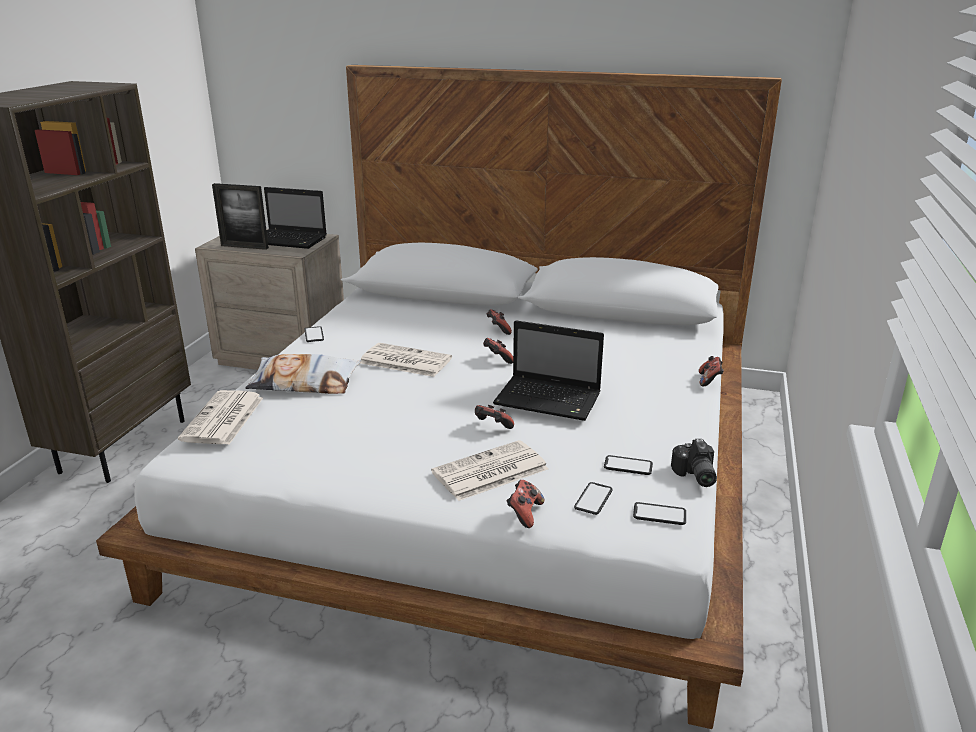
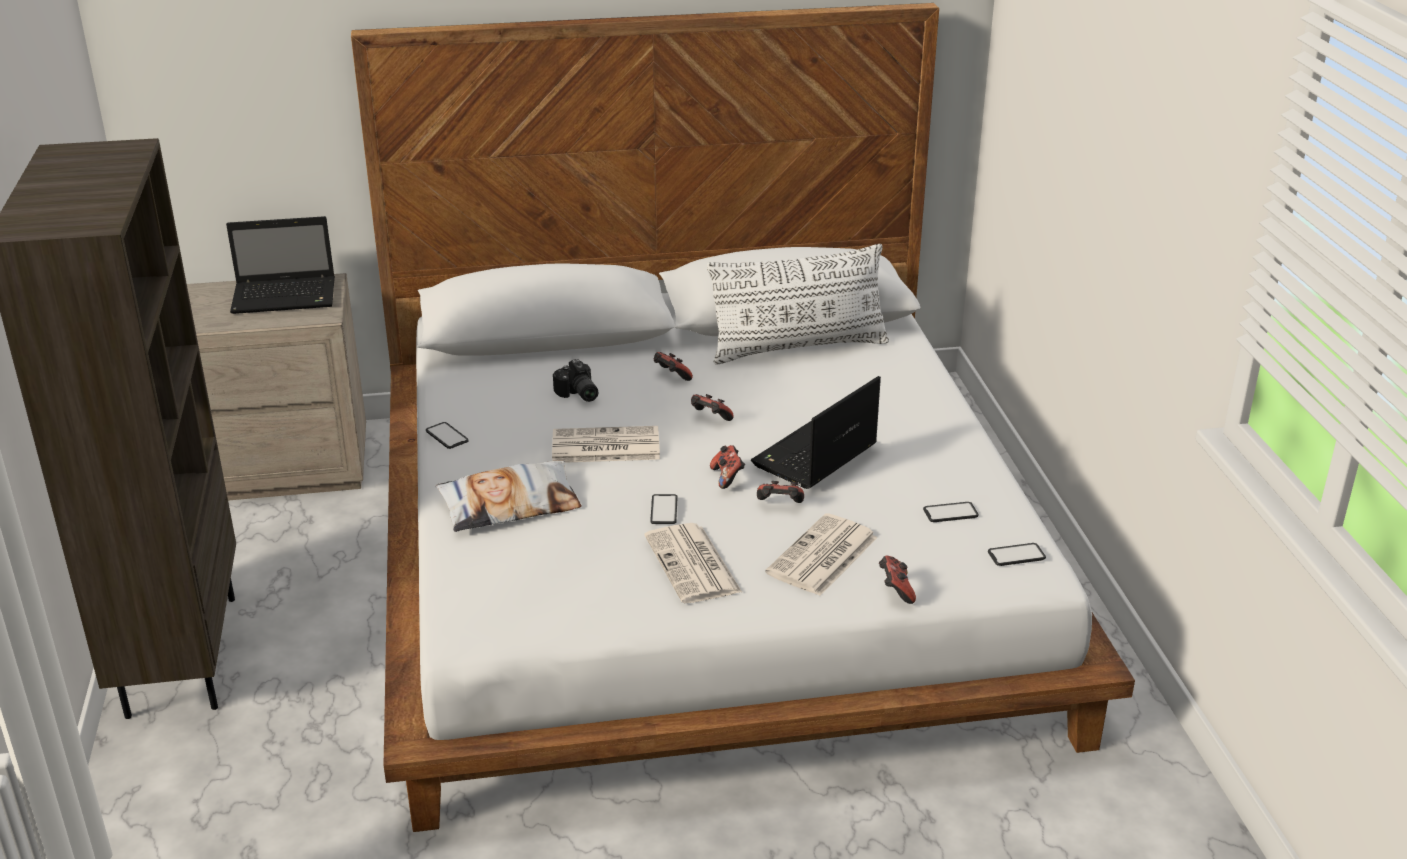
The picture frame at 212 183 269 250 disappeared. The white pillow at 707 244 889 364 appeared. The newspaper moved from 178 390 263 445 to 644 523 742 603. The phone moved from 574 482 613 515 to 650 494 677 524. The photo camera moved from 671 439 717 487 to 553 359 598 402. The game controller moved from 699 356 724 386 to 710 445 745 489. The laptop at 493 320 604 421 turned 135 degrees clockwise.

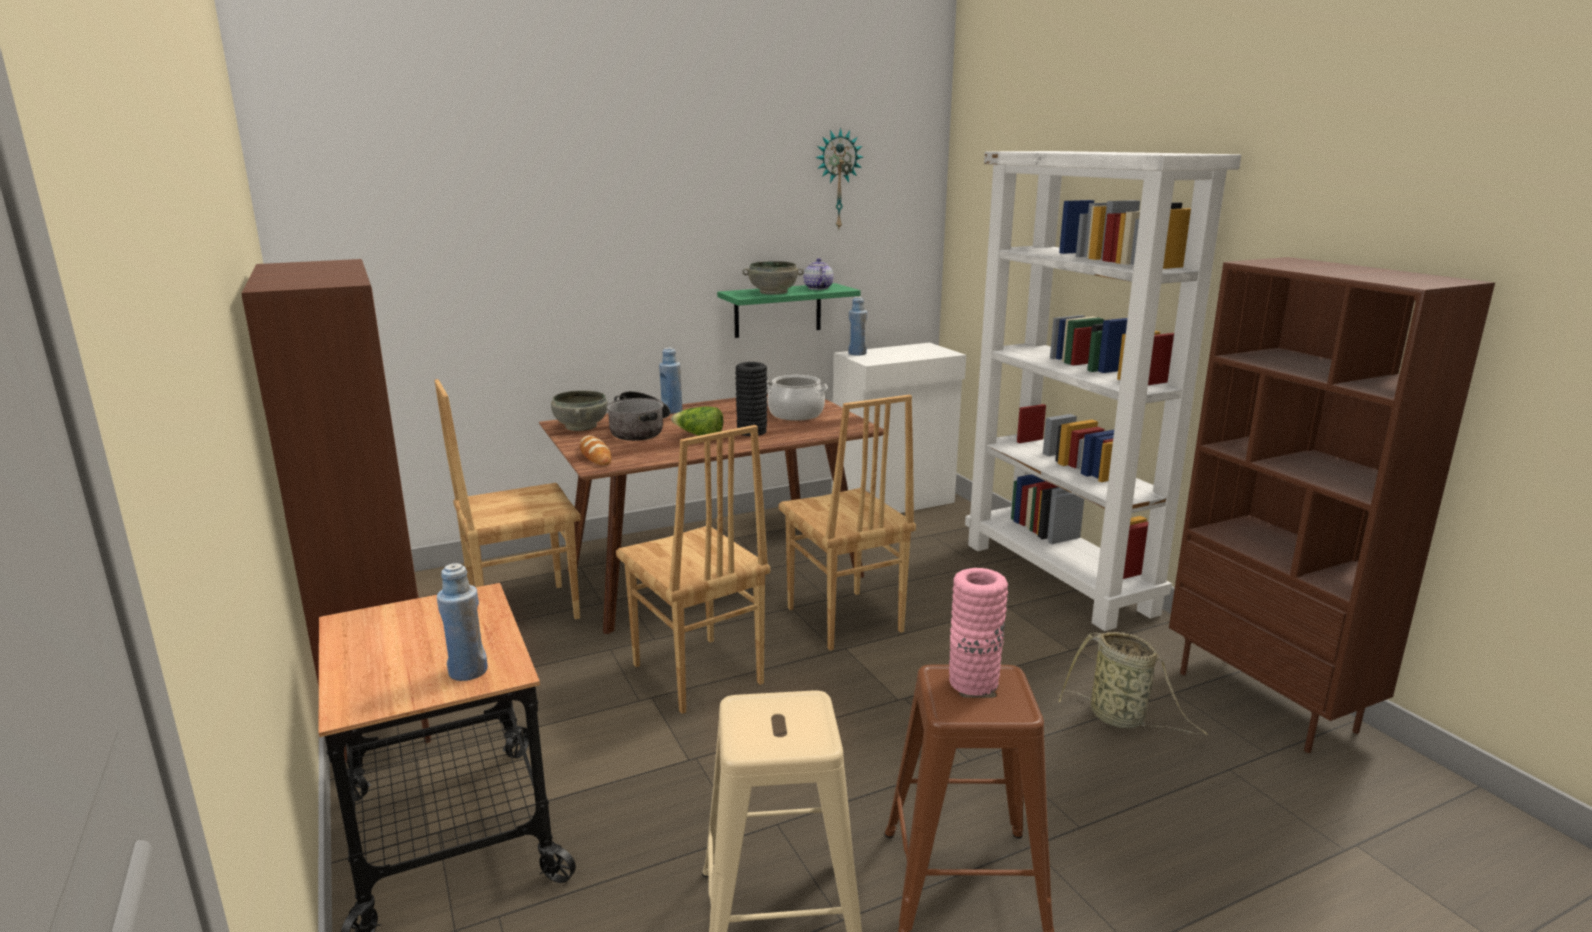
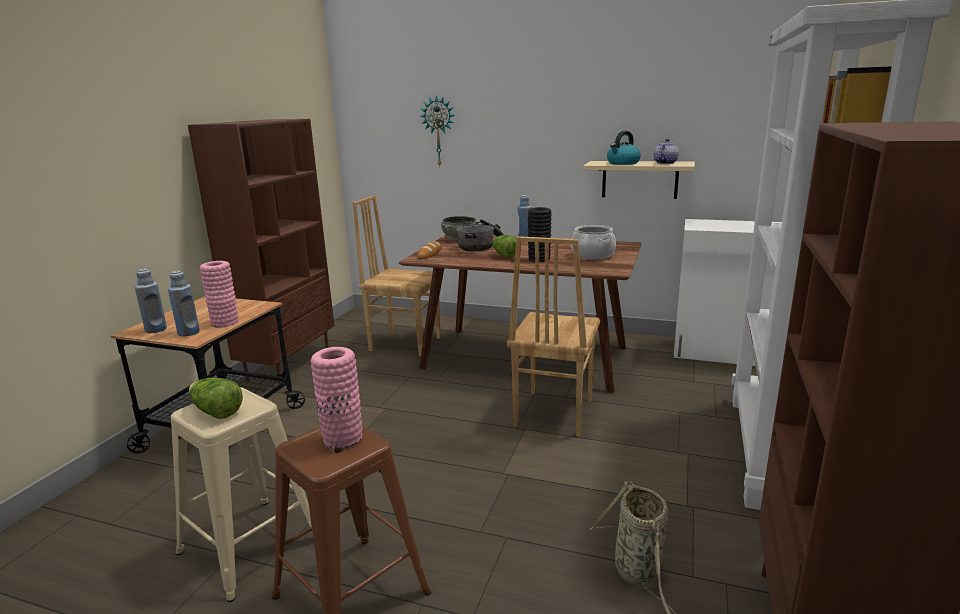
The brown chair at 616 425 770 714 disappeared. The lettuce at 189 378 243 419 appeared. The pink vase at 200 261 239 328 appeared. The wall clock moved from 815 128 863 231 to 420 95 455 166. The blue bottle moved from 848 297 867 356 to 135 269 167 333. The grey bowl at 742 261 804 295 was replaced by the kettle at 607 131 641 165. The green shelf at 717 283 861 338 became the beige shelf at 583 161 695 199.

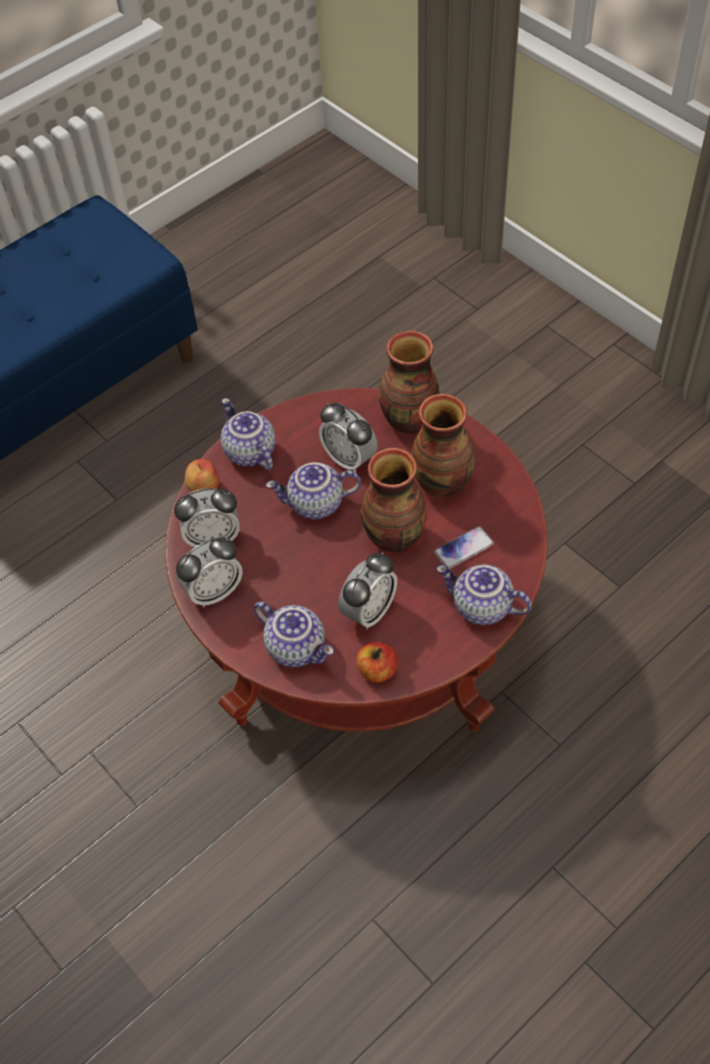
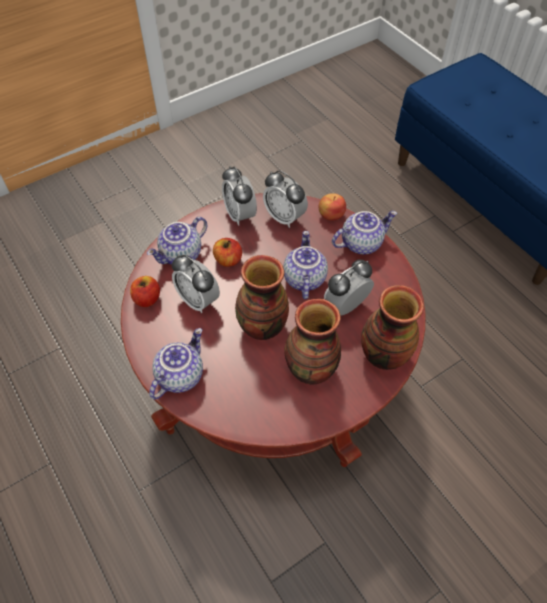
The phone at 434 526 494 569 disappeared. The apple at 213 238 242 267 appeared. The alarm clock at 174 488 240 548 turned 45 degrees counterclockwise.

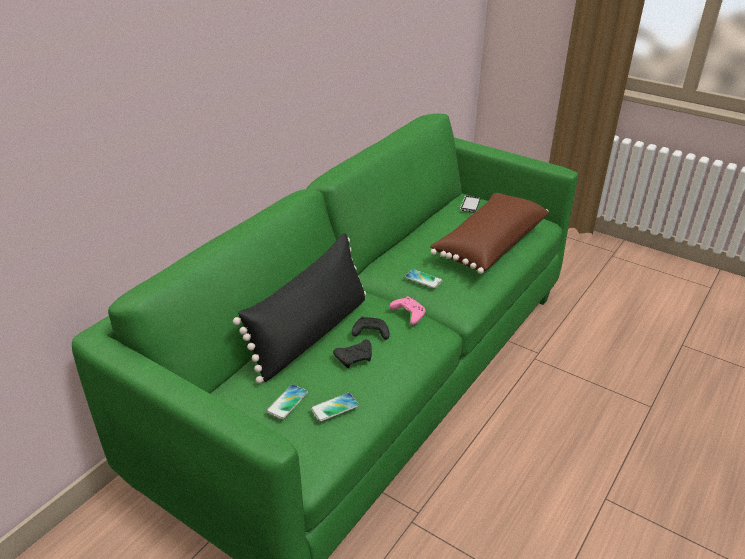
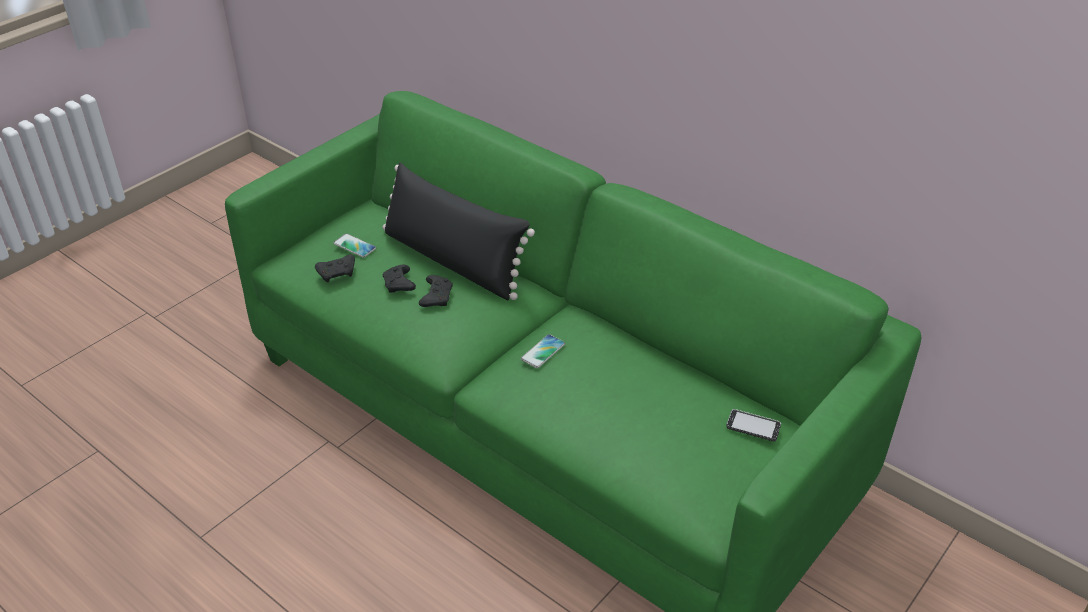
The pink game controller at 389 296 426 325 disappeared. The brown pillow at 430 193 549 274 disappeared. The phone at 311 392 359 422 was replaced by the black game controller at 315 255 355 283.

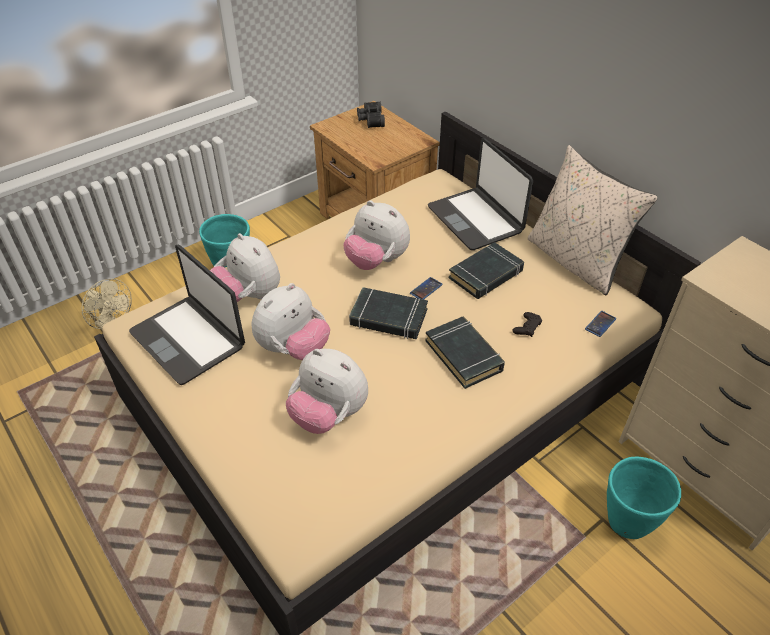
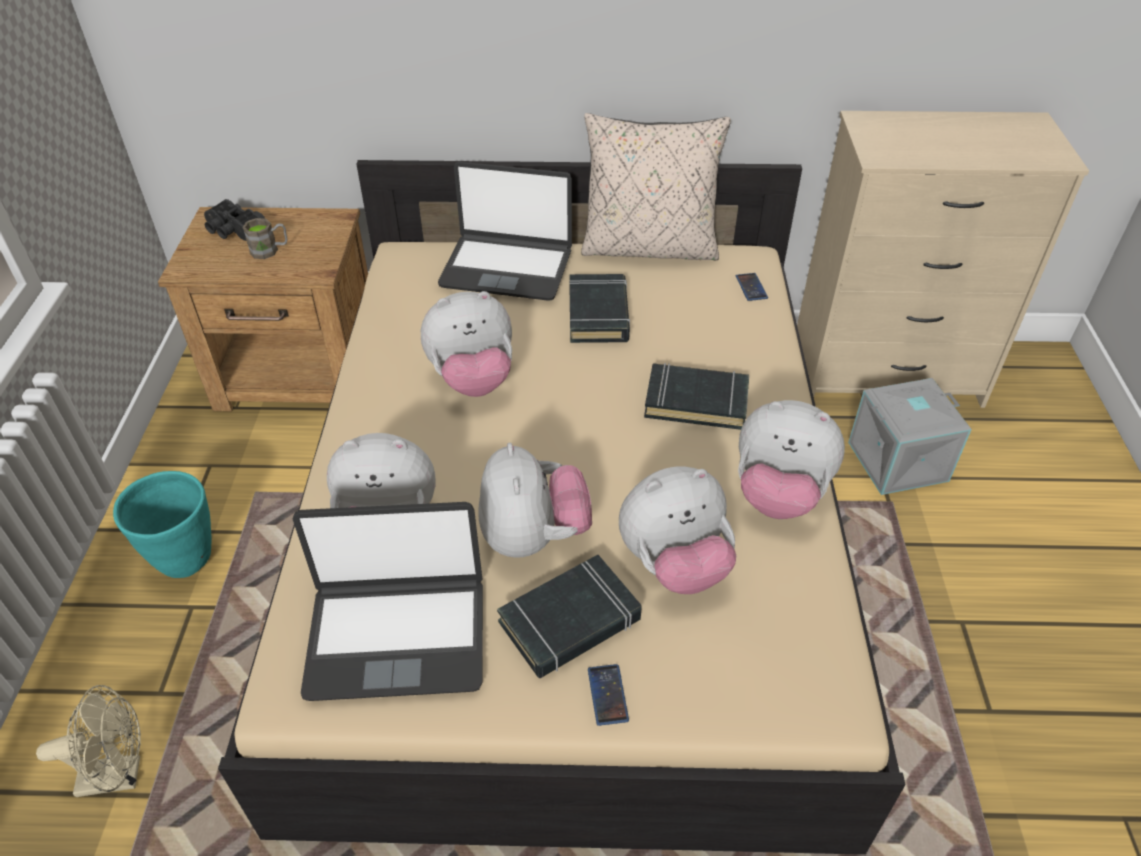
The black game controller at 512 312 542 337 disappeared. The brown mug at 242 218 288 259 appeared. The plush toy at 738 400 845 519 appeared. The black book moved from 349 287 428 339 to 497 555 642 678. The phone moved from 410 277 443 300 to 588 664 629 726. The turquoise planter at 607 456 681 539 was replaced by the grey storage box at 848 378 972 495.

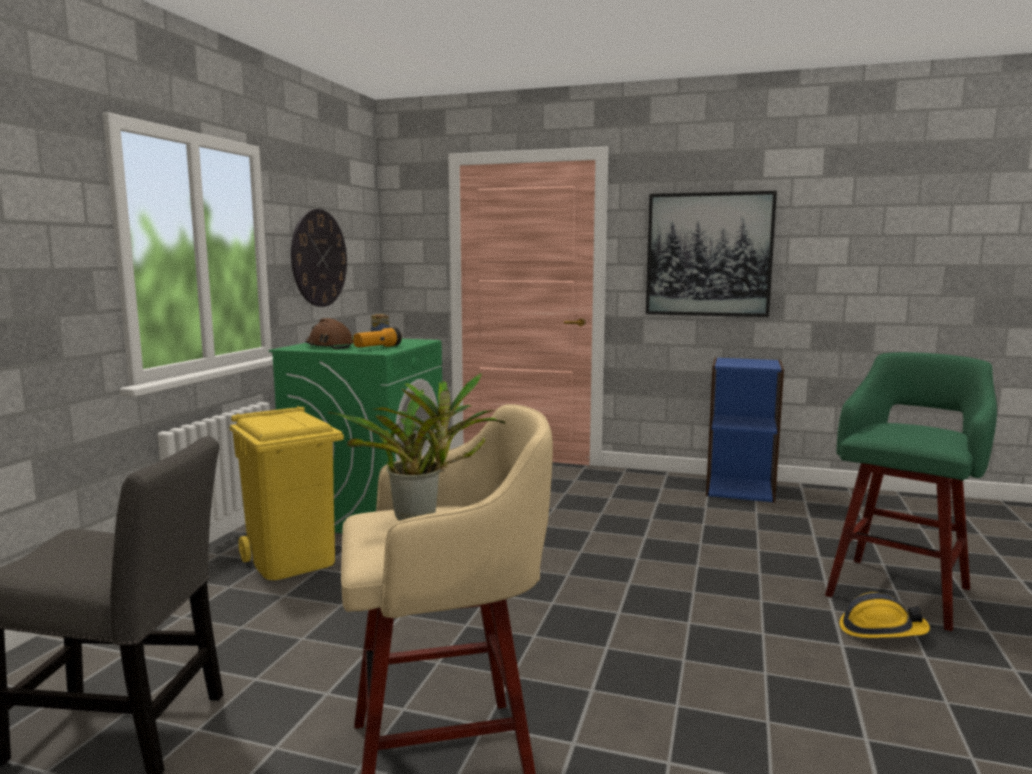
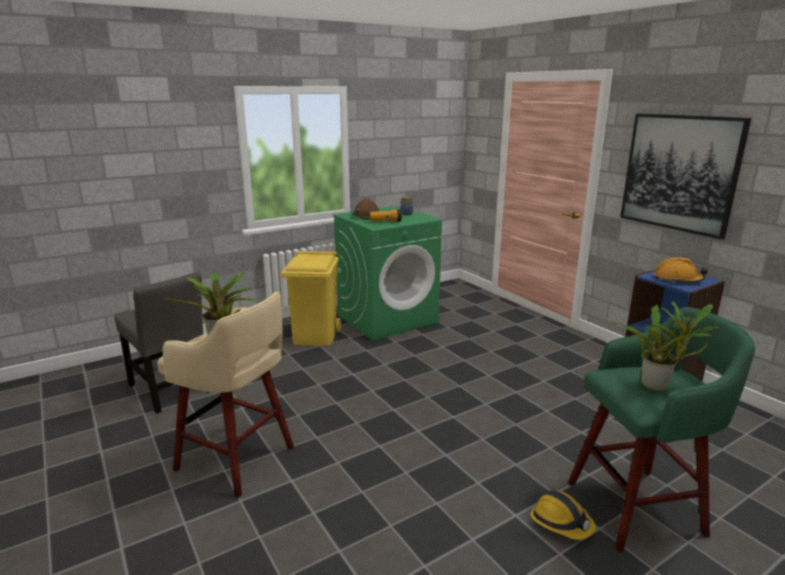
The wall clock at 291 209 347 307 disappeared. The potted plant at 609 302 718 391 appeared. The orange hard hat at 654 257 709 283 appeared.

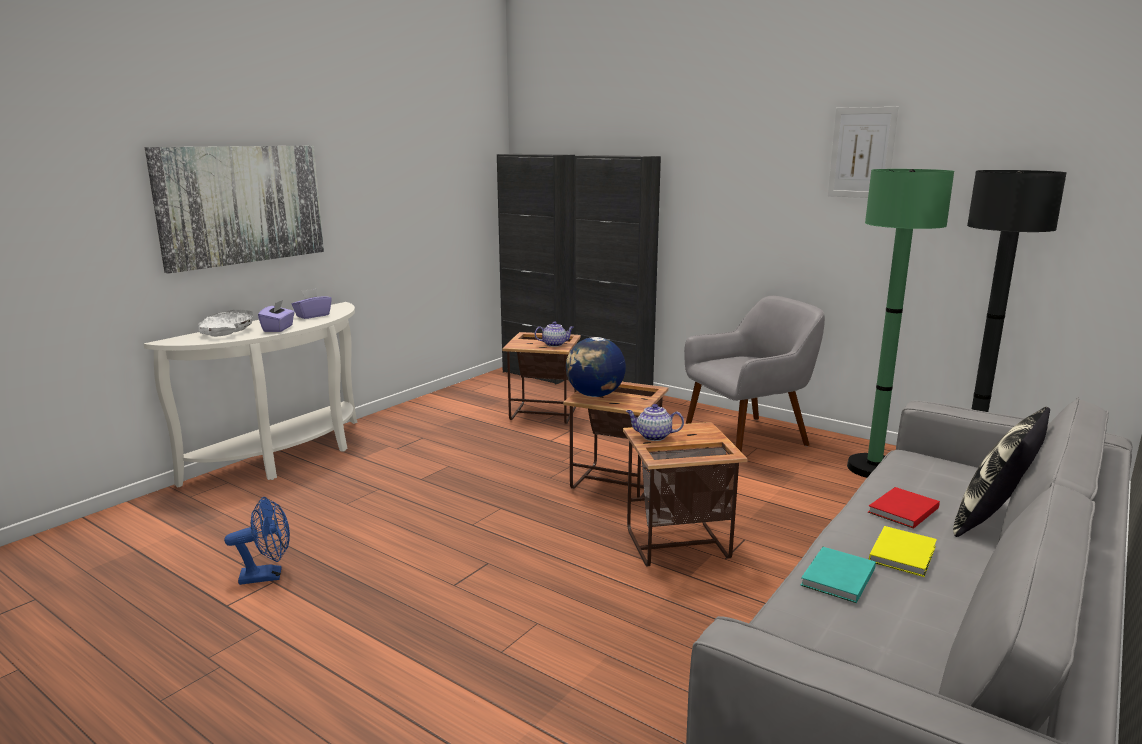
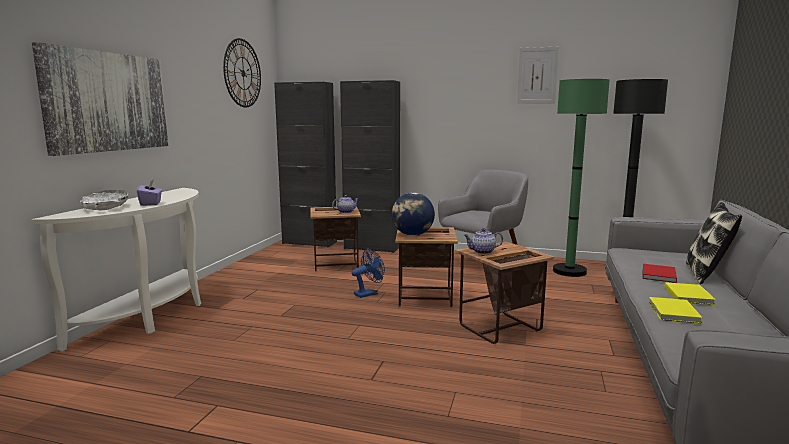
The purple tissue box at 292 288 332 319 disappeared. The wall clock at 223 38 261 108 appeared. The blue fan moved from 224 497 290 585 to 352 249 385 298. The turquoise book at 801 547 876 603 became the yellow book at 649 297 702 324.

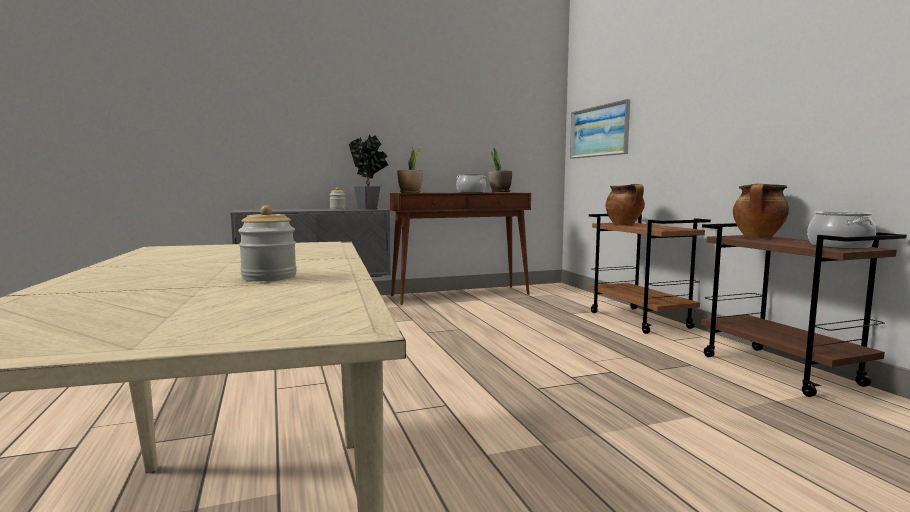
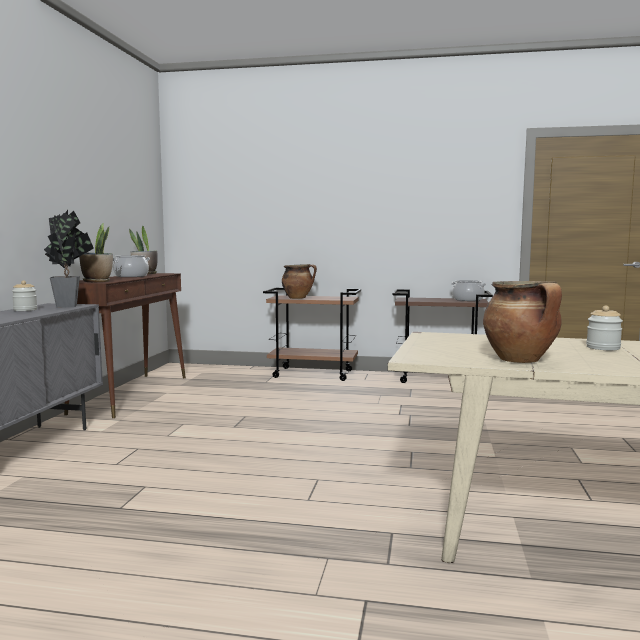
The picture at 570 99 630 159 disappeared. The cooking pot moved from 733 184 789 238 to 483 281 562 363.

